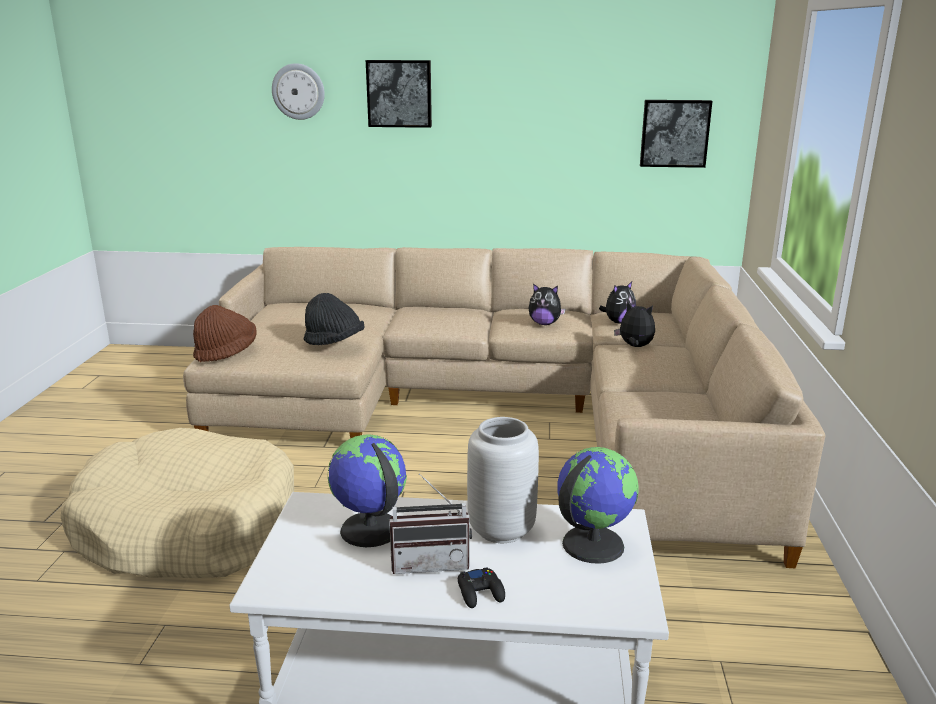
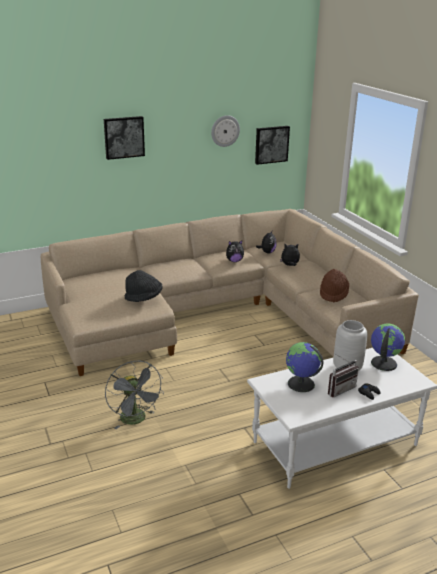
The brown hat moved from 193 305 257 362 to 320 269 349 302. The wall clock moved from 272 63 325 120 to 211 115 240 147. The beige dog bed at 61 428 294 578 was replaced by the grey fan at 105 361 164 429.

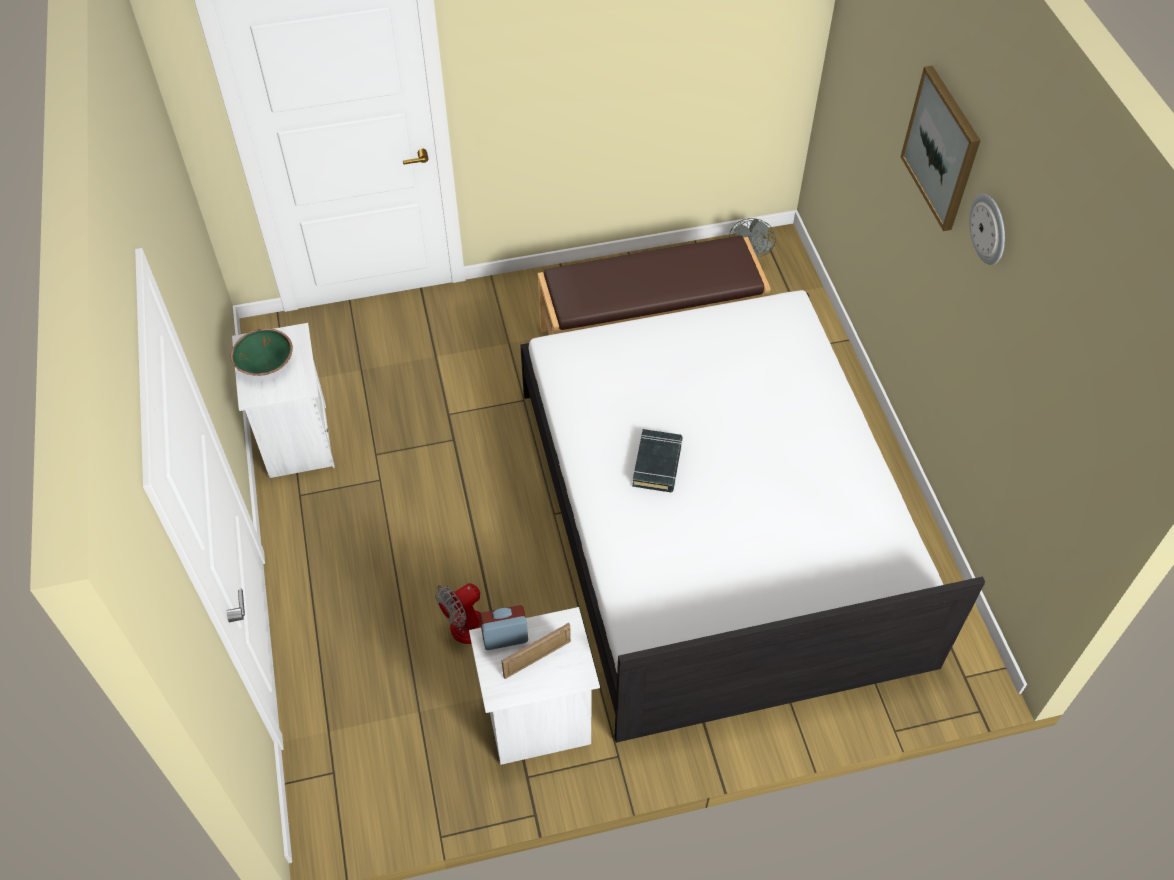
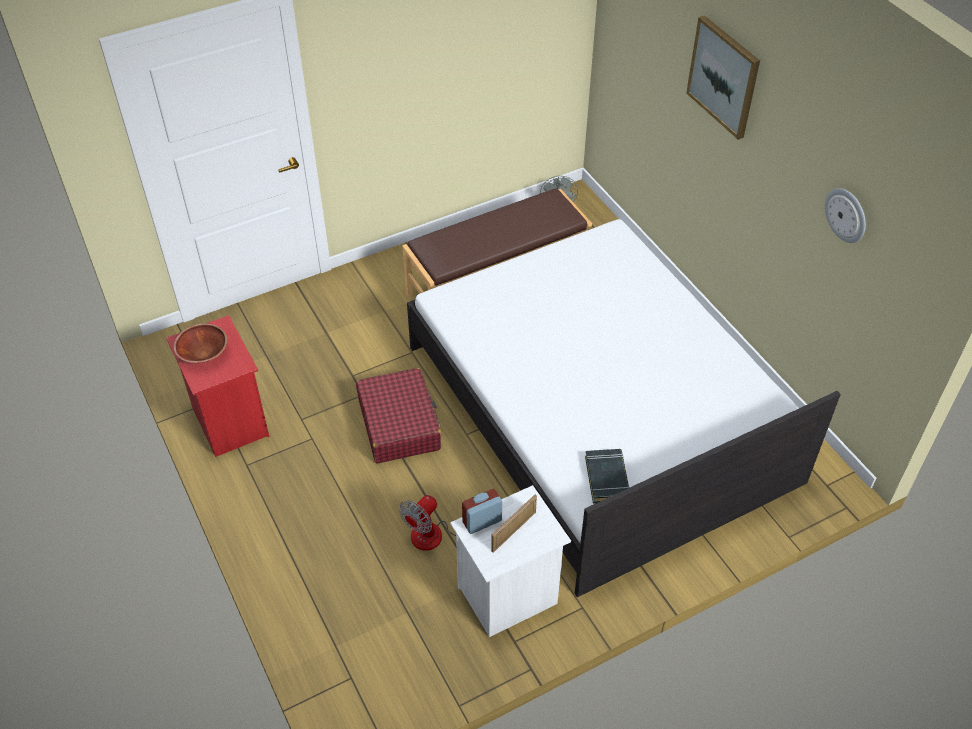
The red suitcase at 356 368 442 464 appeared. The black book moved from 632 429 682 492 to 585 449 630 504. The wall clock moved from 969 194 1005 265 to 825 188 866 243. The green bowl at 231 329 293 376 became the brown bowl at 174 323 227 363. The white nightstand at 232 323 335 478 became the red nightstand at 166 315 270 457.

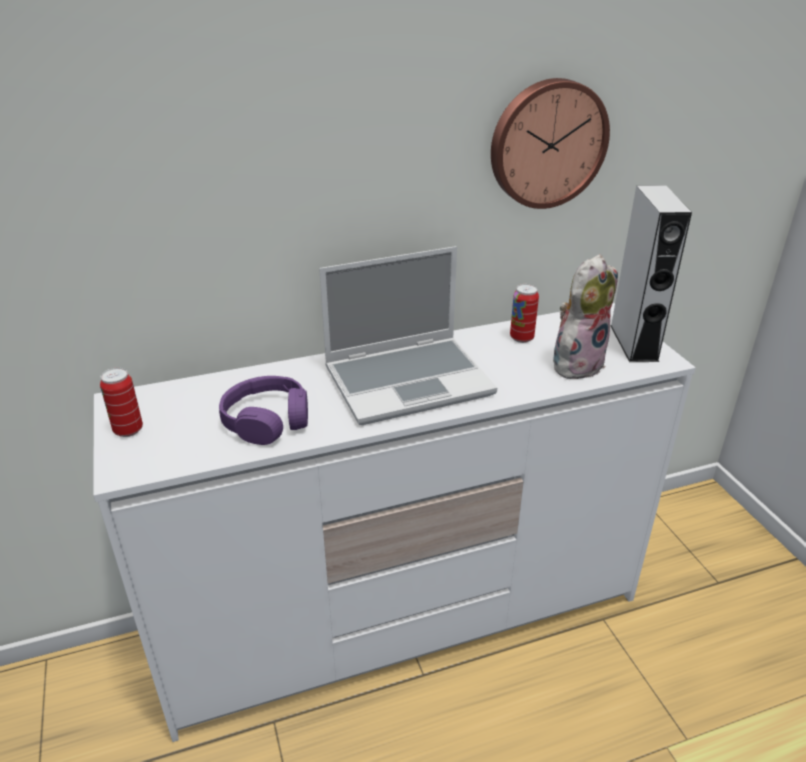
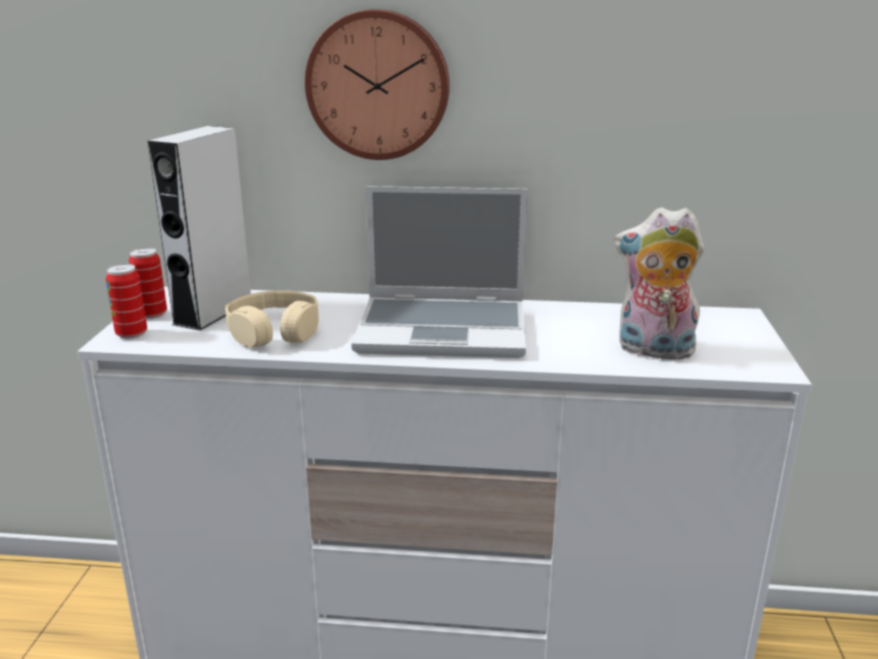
The wall clock moved from 491 78 610 209 to 305 9 450 160. The can moved from 510 284 539 343 to 106 264 147 339. The grey speaker moved from 610 185 692 362 to 148 126 251 331. The purple headphones at 219 376 308 445 became the beige headphones at 225 290 319 347. The plush toy at 553 254 618 381 turned 150 degrees counterclockwise.

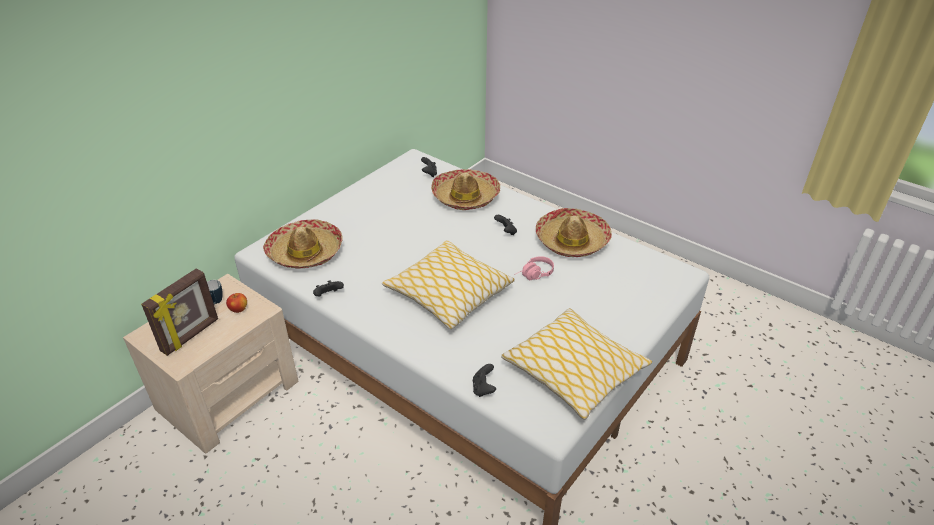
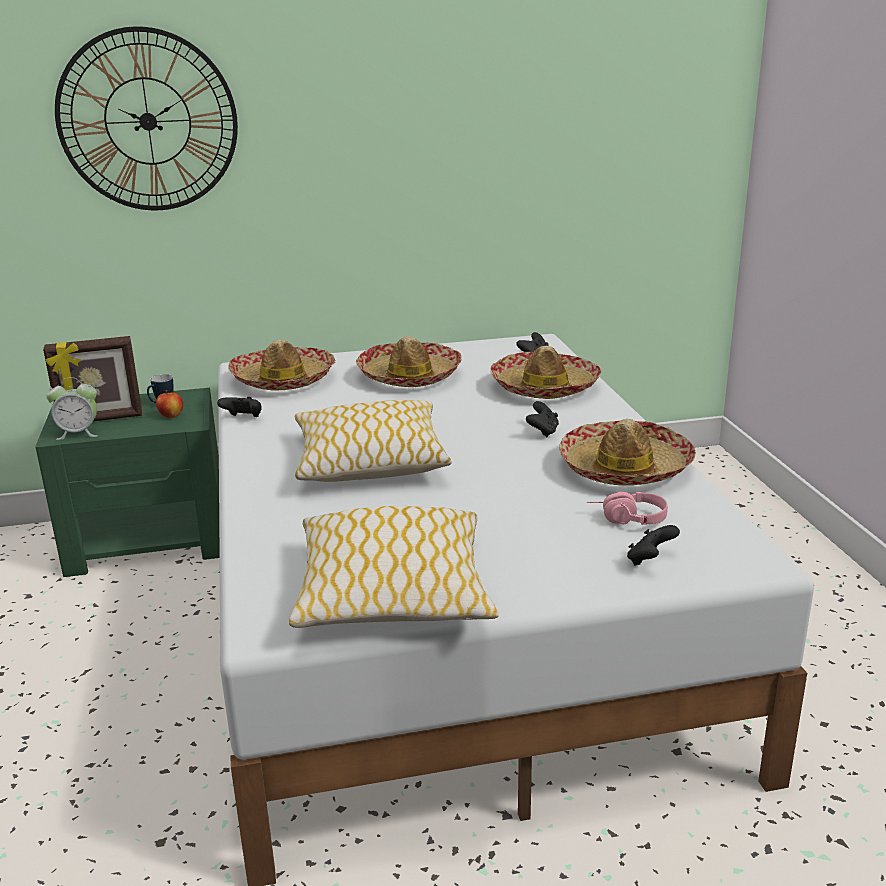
The alarm clock at 46 378 98 440 appeared. The wall clock at 55 26 238 210 appeared. The hat at 356 336 462 387 appeared. The black game controller moved from 473 364 496 397 to 627 525 680 566. The pink headphones moved from 514 256 554 280 to 587 491 668 525. The beige nightstand at 123 274 298 453 became the green nightstand at 35 388 220 577.

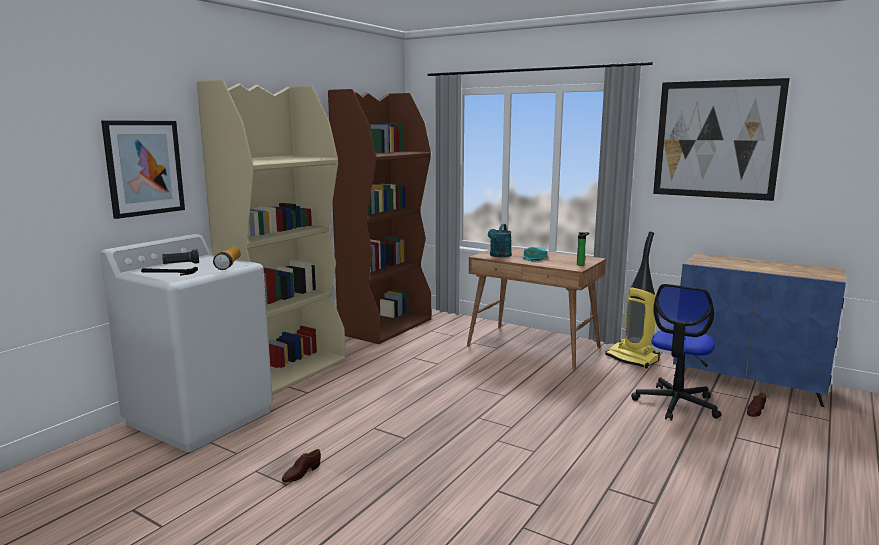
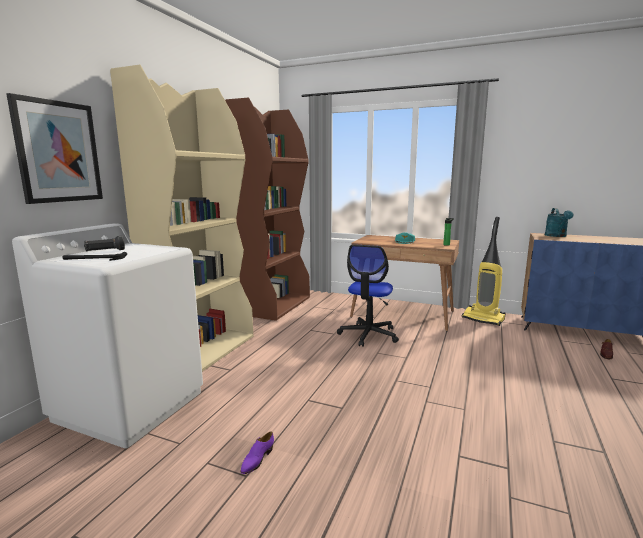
The flashlight at 213 247 240 270 disappeared. The picture at 653 78 790 201 disappeared. The turquoise watering can moved from 488 224 512 257 to 545 208 574 237. The office chair moved from 631 284 722 421 to 337 244 399 347. The brown shoe at 282 449 321 483 became the purple shoe at 240 431 274 474.

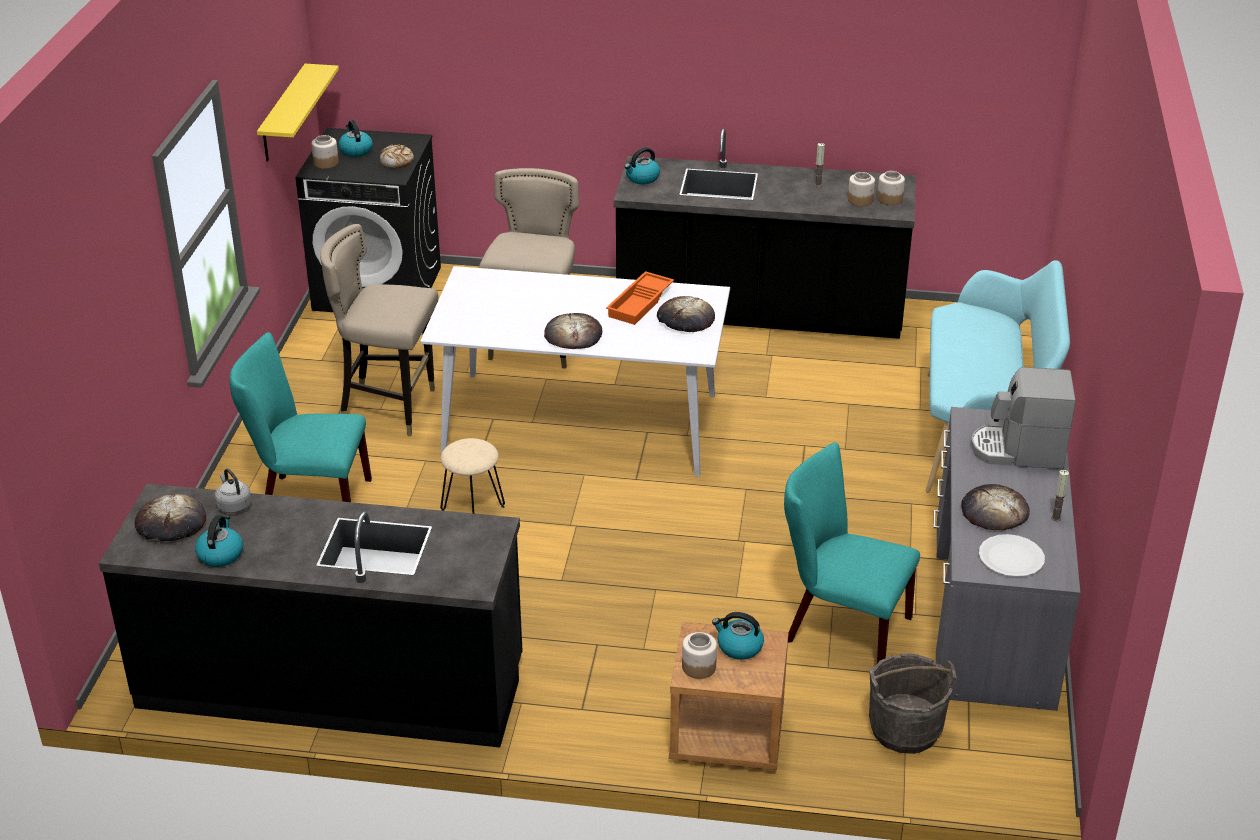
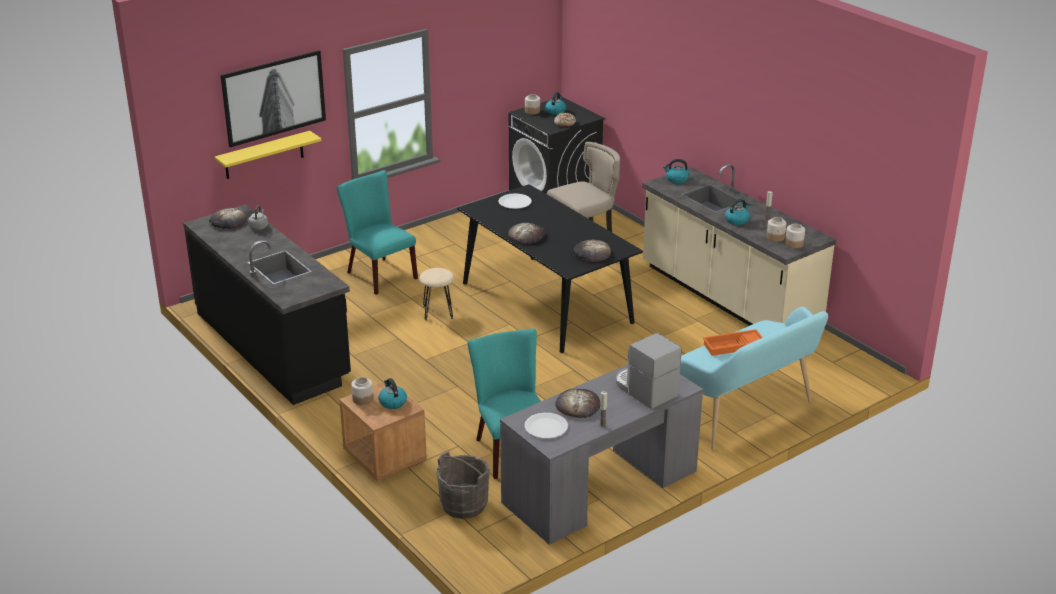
The beige stool at 320 224 438 436 disappeared. The picture at 220 50 326 147 appeared. The white plate at 498 193 532 209 appeared. The kettle moved from 195 515 243 567 to 725 199 750 225. The yellow shelf moved from 257 64 339 162 to 215 131 322 179. The orange tray moved from 606 271 674 325 to 703 329 763 356. The white dining table at 420 266 730 477 became the black dining table at 457 184 643 353. The black counter at 614 129 916 339 became the beige counter at 642 164 836 326.

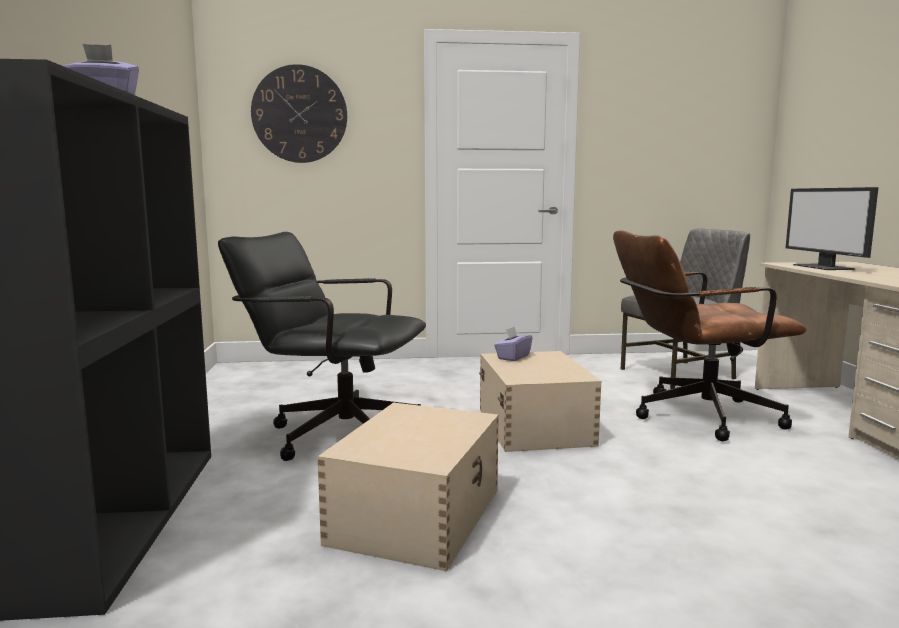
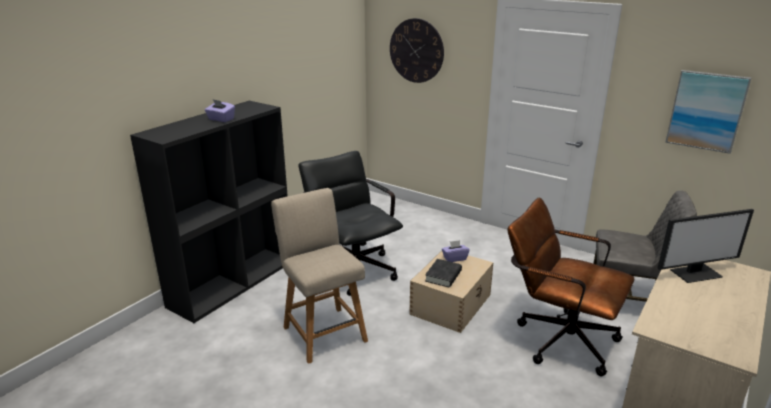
The black book at 425 259 462 287 appeared. The picture at 665 70 751 154 appeared. The beige storage box at 317 403 499 571 was replaced by the beige chair at 271 188 368 364. The monitor at 786 187 878 270 turned 135 degrees counterclockwise.

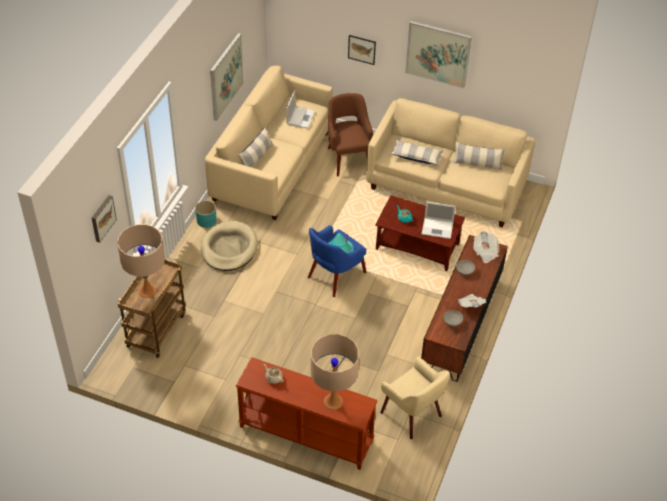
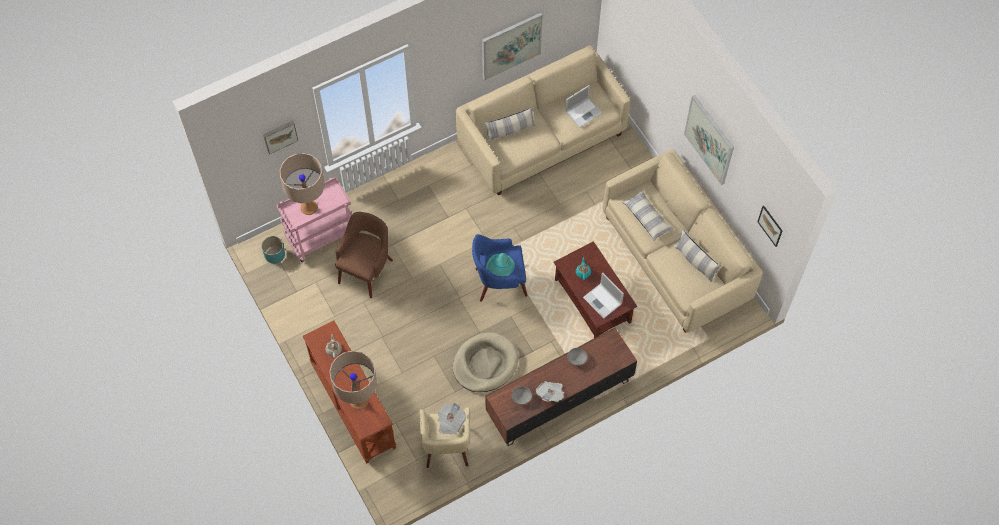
The turquoise planter moved from 195 201 216 228 to 261 236 285 264. The beige dog bed moved from 201 221 258 271 to 453 332 518 392. The brown armchair moved from 328 93 373 177 to 335 212 393 298. The picture moved from 348 35 376 65 to 757 206 783 247. The newspaper moved from 473 231 499 263 to 438 403 466 435. The brown cart at 118 260 186 358 became the pink cart at 276 177 352 262.

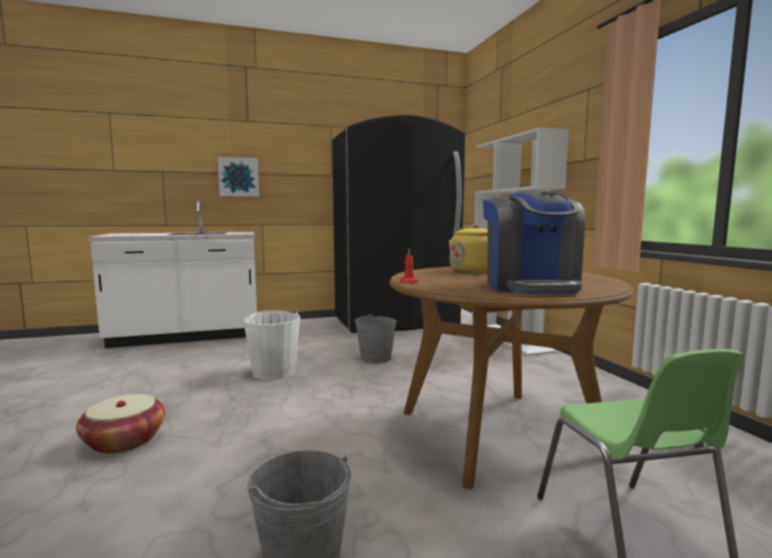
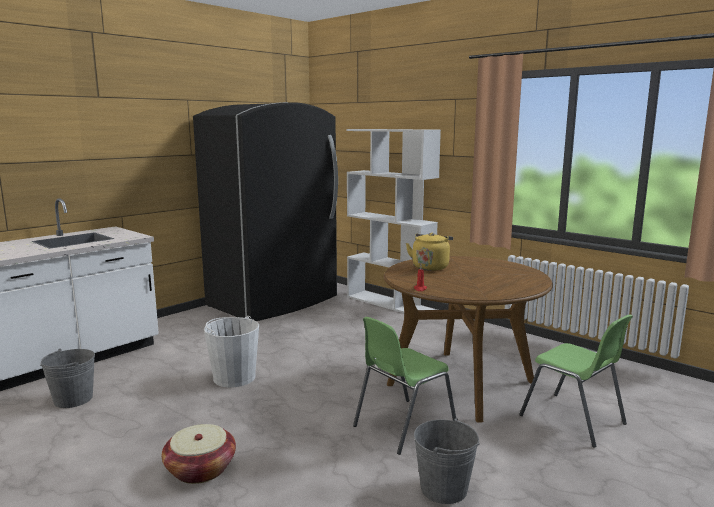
The picture at 218 157 259 197 disappeared. The coffee machine at 483 190 585 294 disappeared. The green chair at 353 317 456 455 appeared. The grey bucket moved from 355 314 397 363 to 40 349 95 408.

